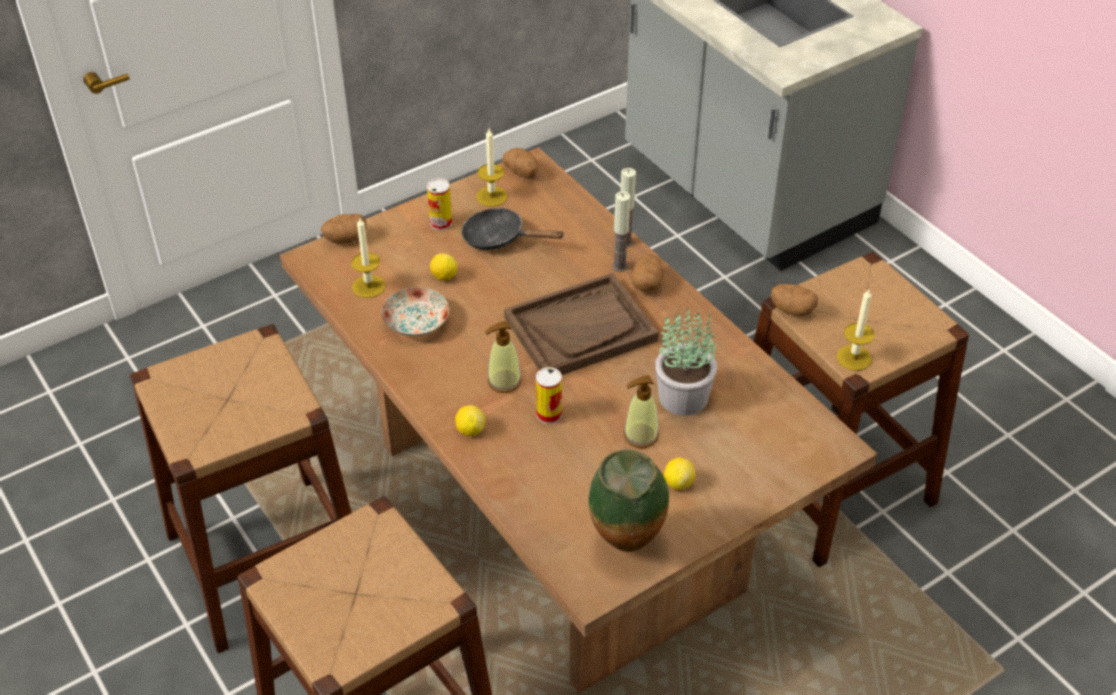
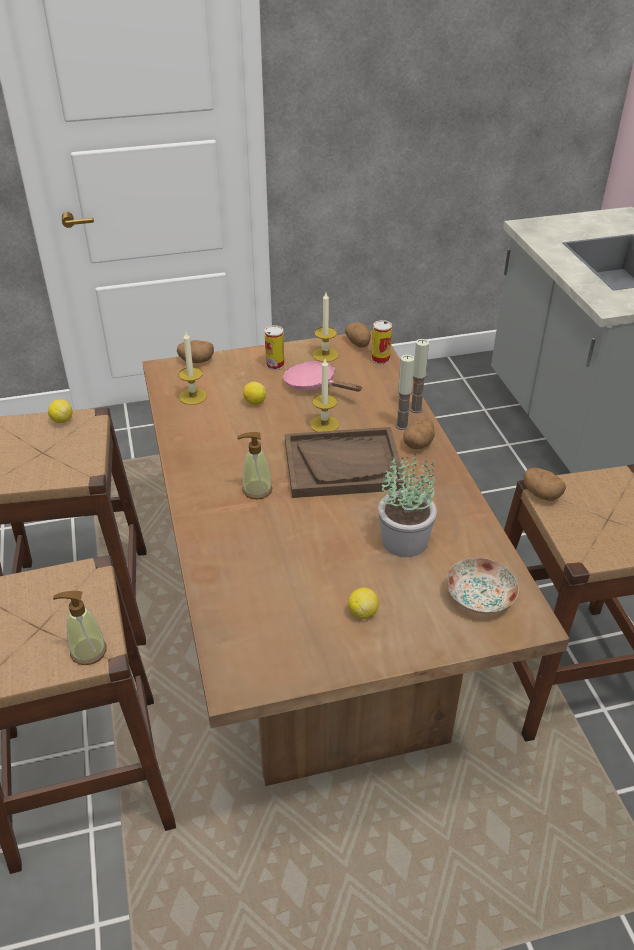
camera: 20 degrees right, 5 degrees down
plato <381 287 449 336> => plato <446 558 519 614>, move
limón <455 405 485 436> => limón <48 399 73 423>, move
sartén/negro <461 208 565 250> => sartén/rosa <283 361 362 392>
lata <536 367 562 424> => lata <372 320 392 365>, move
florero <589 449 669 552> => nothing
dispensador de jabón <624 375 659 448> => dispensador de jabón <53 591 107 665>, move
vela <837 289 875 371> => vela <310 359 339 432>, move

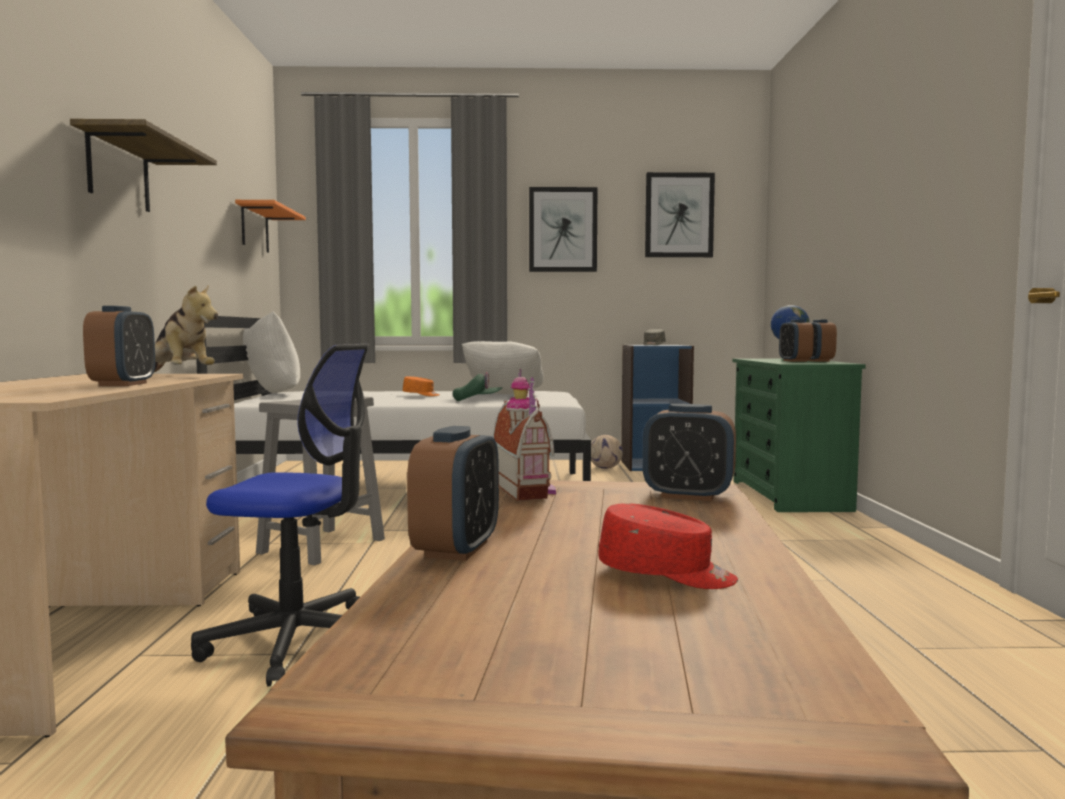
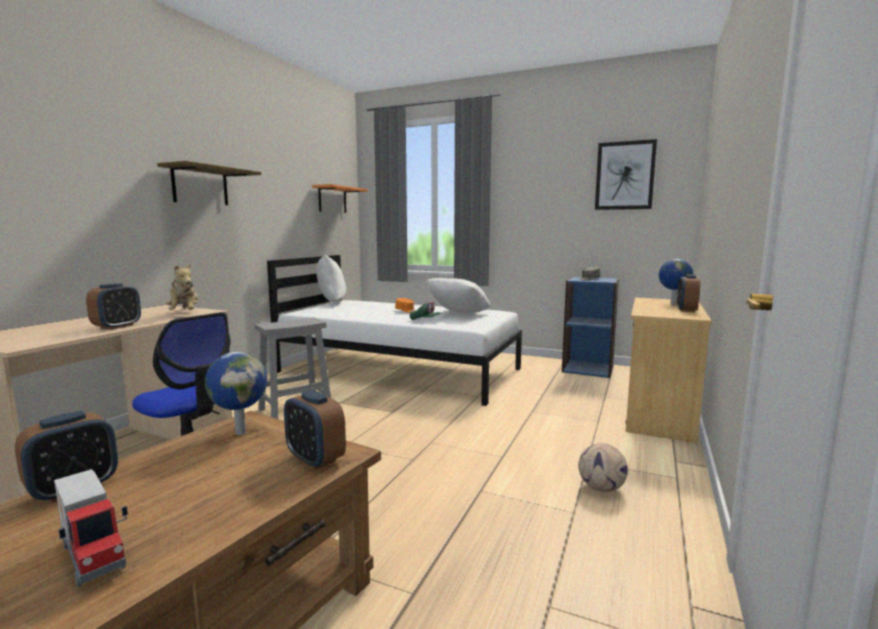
camera: 25 degrees right, 5 degrees up
casita <493 369 556 501> => globo terráqueo <205 352 267 435>
cuadro <529 187 598 272> => nothing
balón de fútbol <591 435 623 469> => balón de fútbol <579 443 628 492>, move
gorra/rojo <598 503 738 589> => camión de juguete <54 469 128 587>
cómoda/verde <732 358 866 512> => cómoda/beis <626 298 712 443>
despertador <779 320 814 362> => nothing

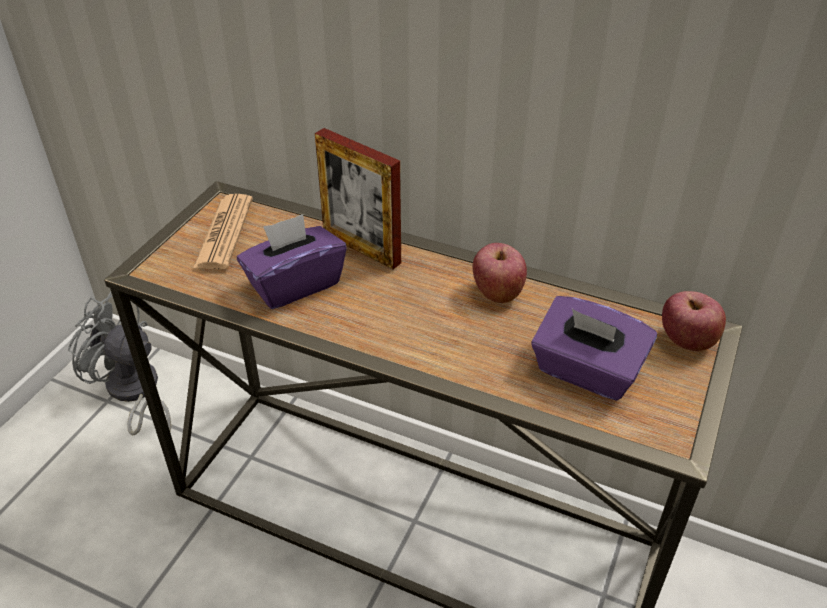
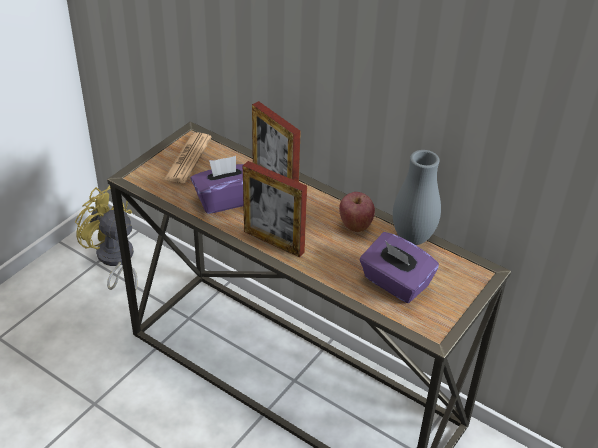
camera: 10 degrees right, 0 degrees up
ventilador/gris <68 292 171 435> => ventilador/amarillo <75 185 138 292>
manzana <662 291 726 351> => nothing
nothing => portarretratos <243 161 307 257>
nothing => florero/gris <393 150 441 245>

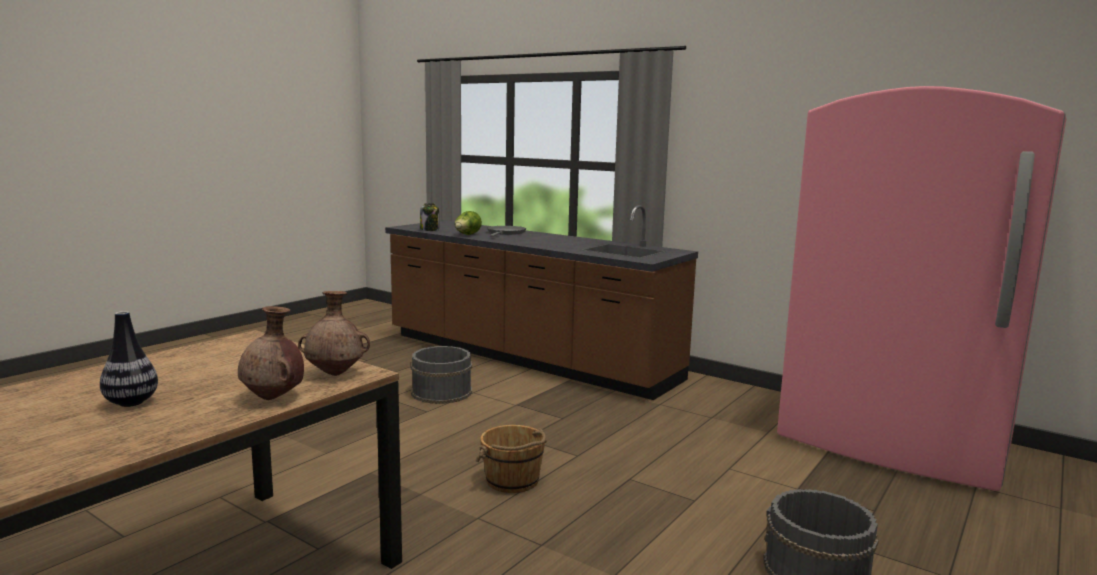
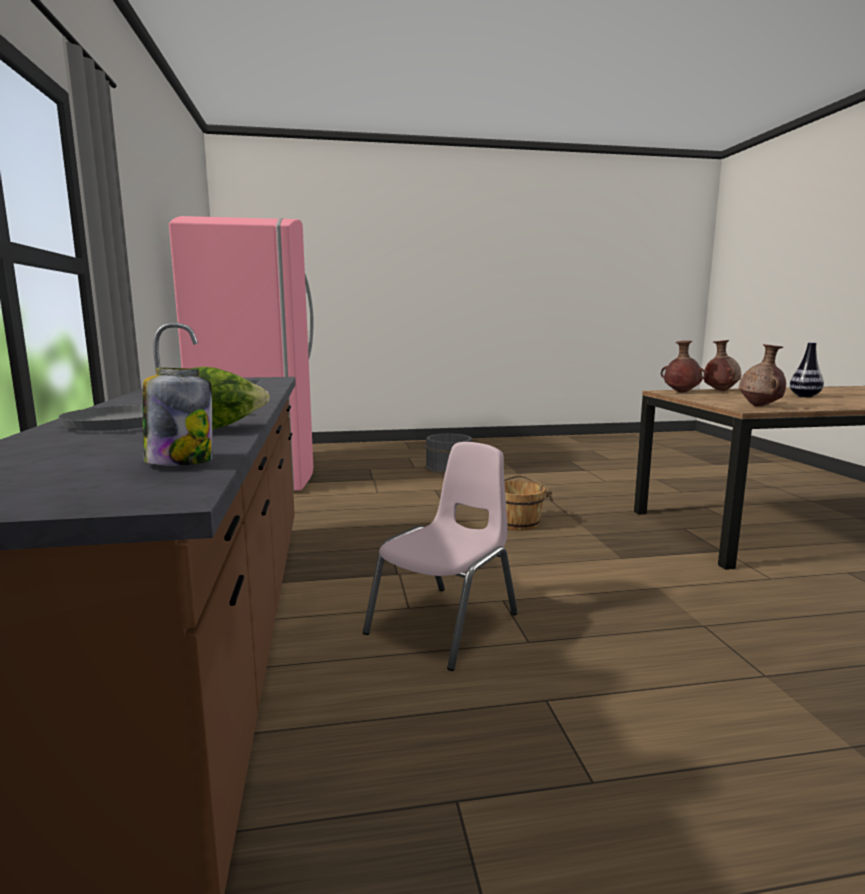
camera: 135 degrees left, 0 degrees up
cubo/gris <411 346 472 404> => silla/rosa <363 442 518 671>
nothing => florero/marrón <739 344 786 407>

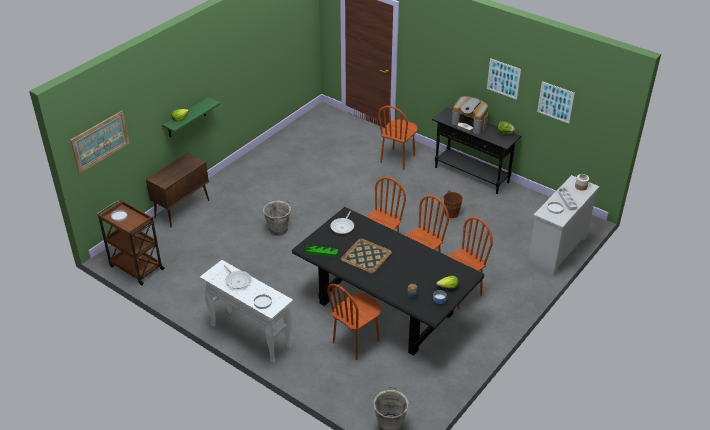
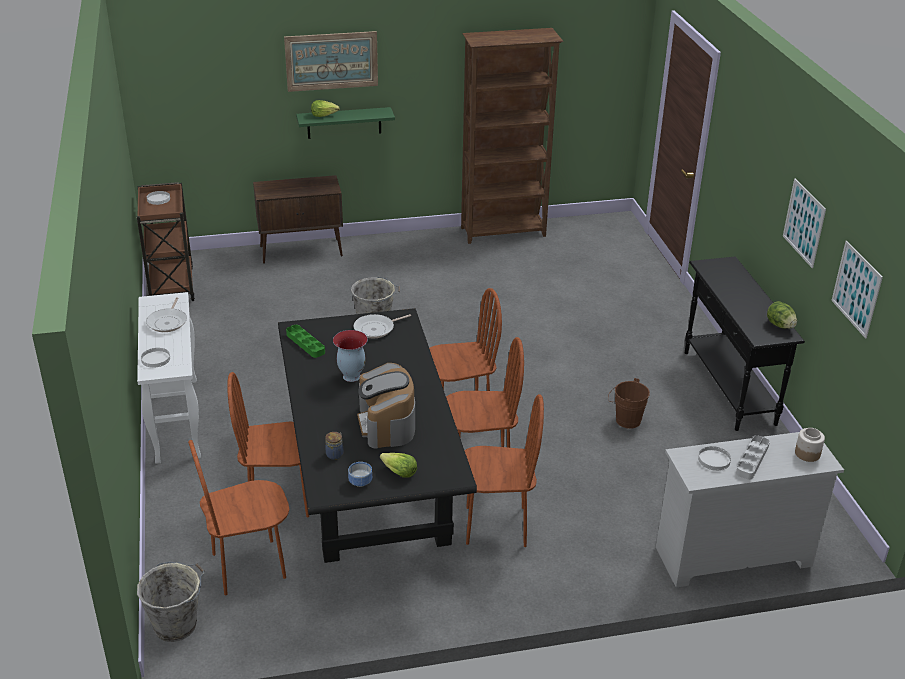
camera: 40 degrees right, 5 degrees down
cuadro <71 110 130 174> => cuadro <284 31 378 92>, move
bandeja <341 239 392 274> => florero <333 330 368 382>
silla/marrón <378 106 417 170> => silla/marrón <188 440 289 596>, move
cafetera <452 96 488 134> => cafetera <357 363 415 449>, move
nothing => estantería/marrón <461 28 564 244>

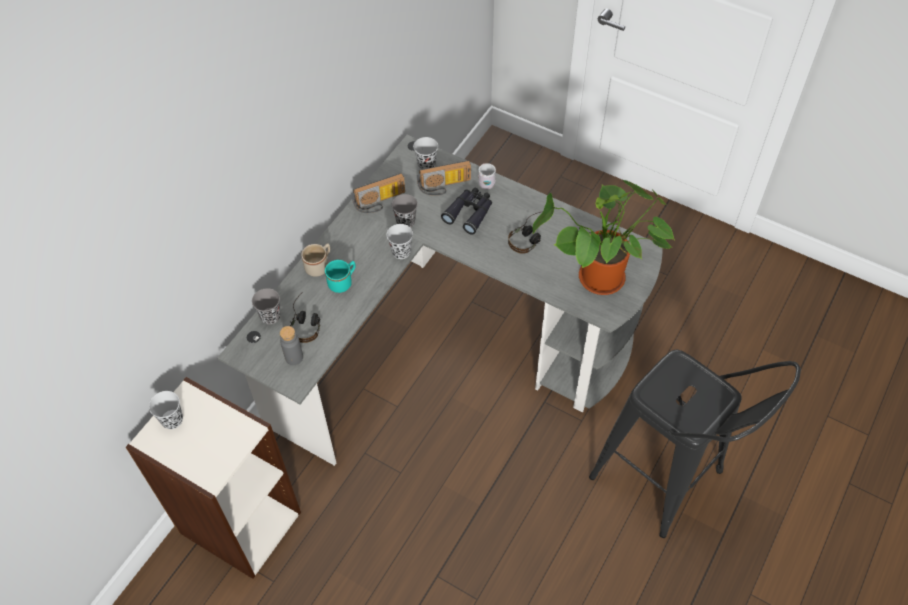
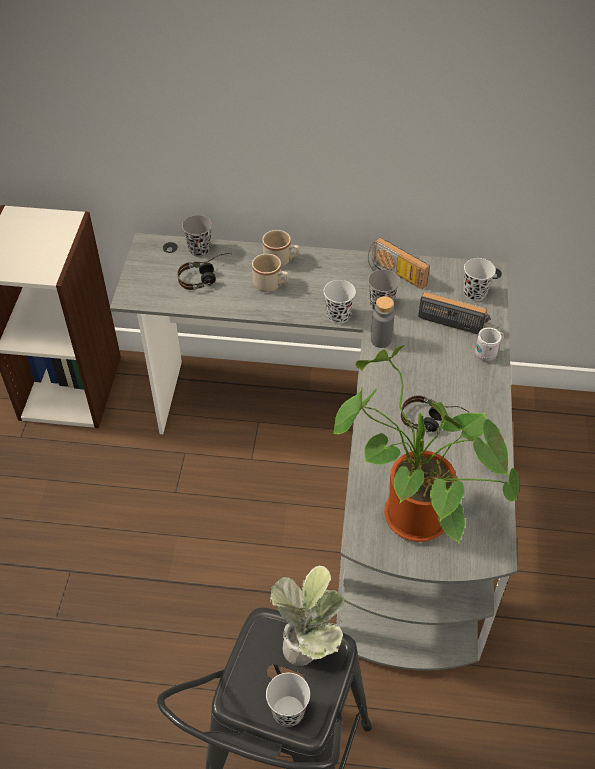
camera: 65 degrees right, 5 degrees down
taza/negro <149 391 183 429> => taza/negro <266 673 310 727>, move
botella/gris <280 326 303 365> => botella/gris <371 296 394 348>, move
taza grande/turquesa <325 260 356 293> => taza grande/beis <252 254 289 292>
radio <417 160 471 196> => radio <418 292 491 334>, 150 degrees clockwise
prismáticos/negro <441 188 492 235> => nothing
nothing => planta en maceta <270 566 345 666>

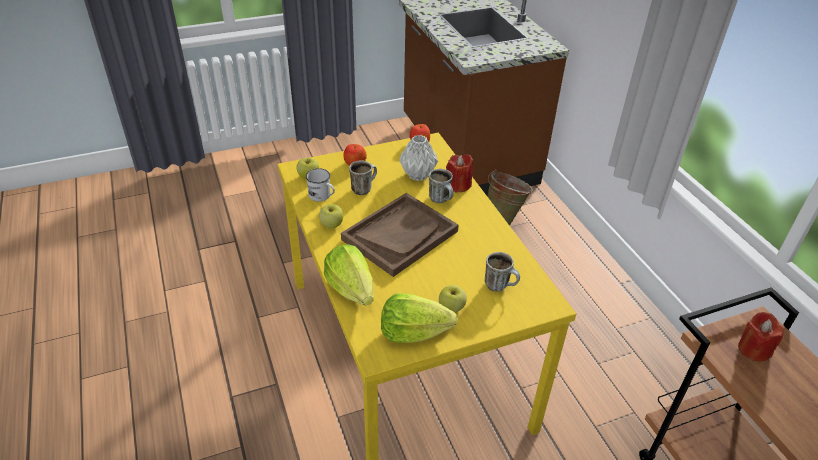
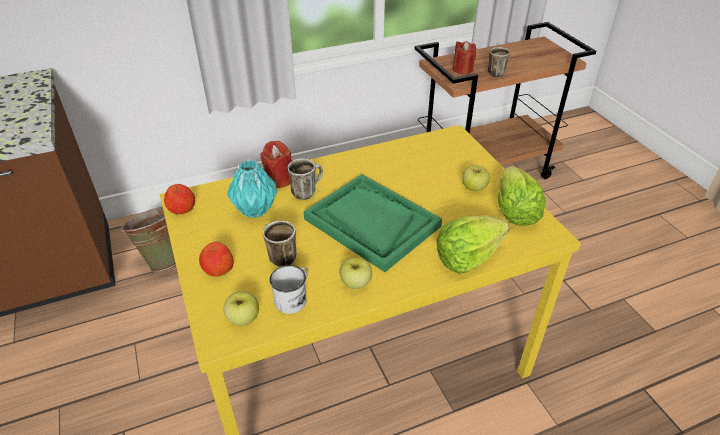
camera: 90 degrees left, 0 degrees up
bandeja/marrón <341 193 459 277> => bandeja/verde <304 174 442 272>
florero/gris <399 135 438 181> => florero/turquesa <227 160 277 218>
taza grande <485 252 520 292> => taza grande <488 47 510 77>, move

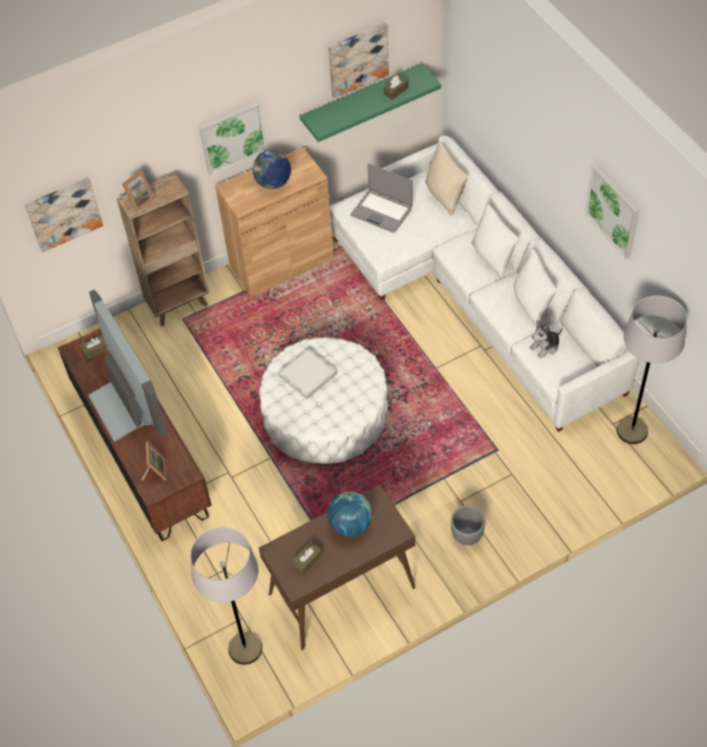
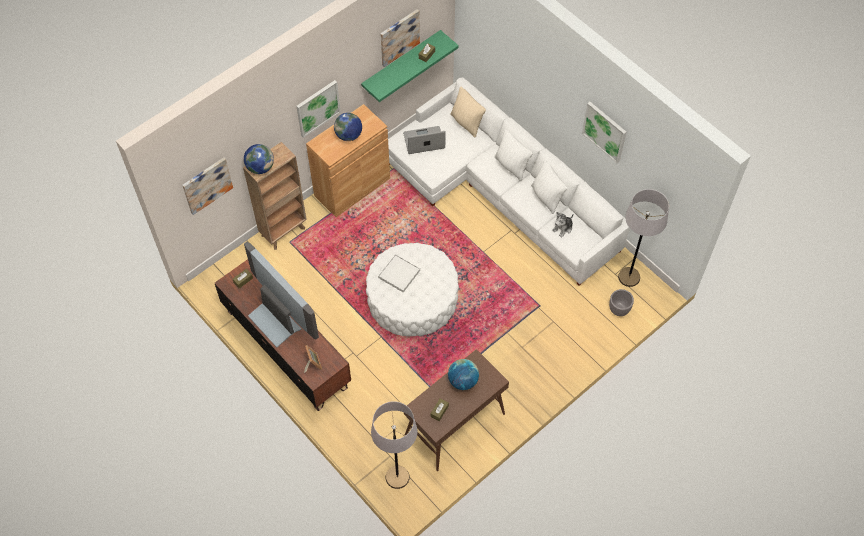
camera: 15 degrees left, 5 degrees up
portarretratos <122 170 155 212> => globo terráqueo <244 144 274 174>
portátil <351 164 413 233> => portátil <403 126 446 154>, 150 degrees clockwise
maceta/gris <451 506 485 545> => maceta/gris <609 289 634 316>, move

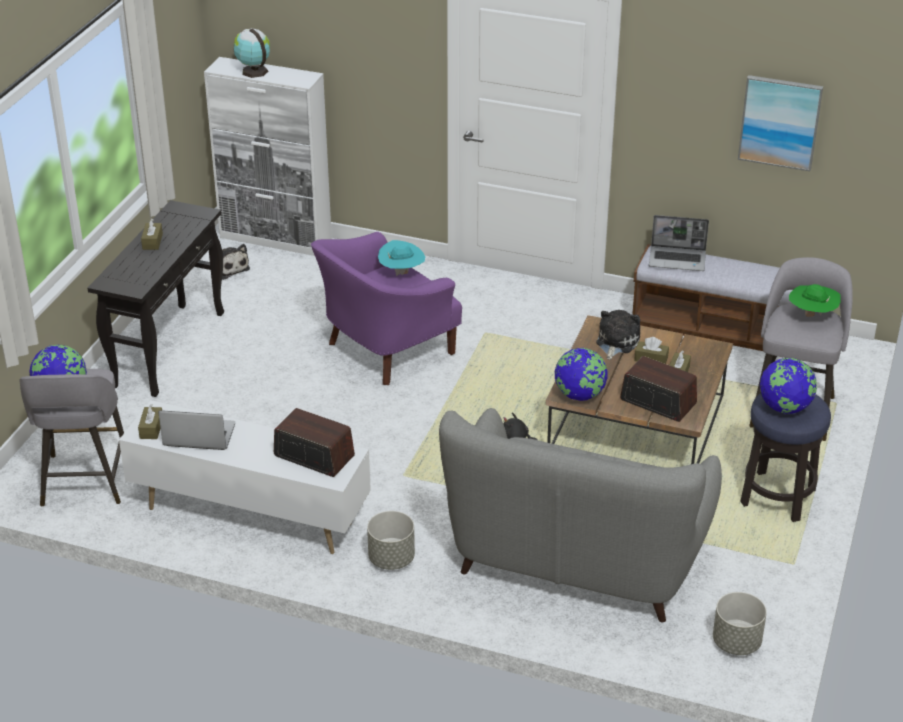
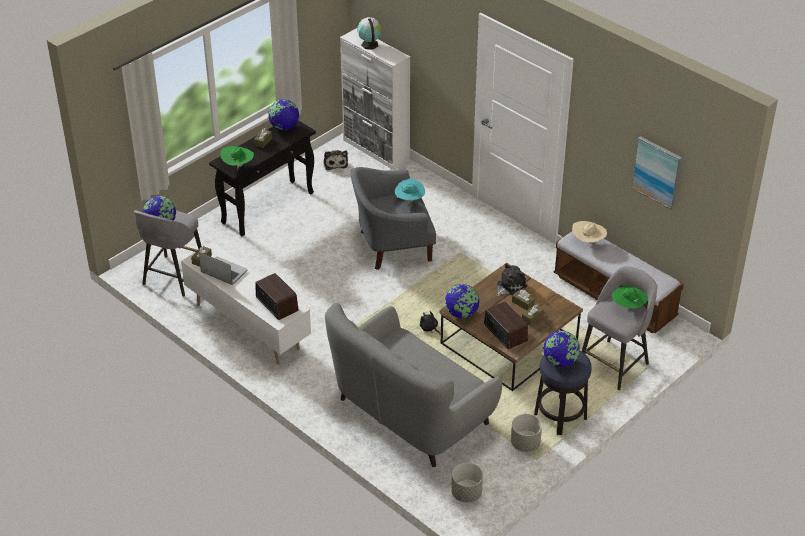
camera: 25 degrees right, 5 degrees up
sillón/morado <311 232 462 385> => sillón/gris <350 167 436 270>
maceta/gris <367 511 415 570> => maceta/gris <511 414 542 452>, move
portátil <649 215 709 271> => sombrero/beis <572 221 607 245>
nothing => sombrero/verde <220 146 254 169>
nothing => globo terráqueo <268 99 299 130>

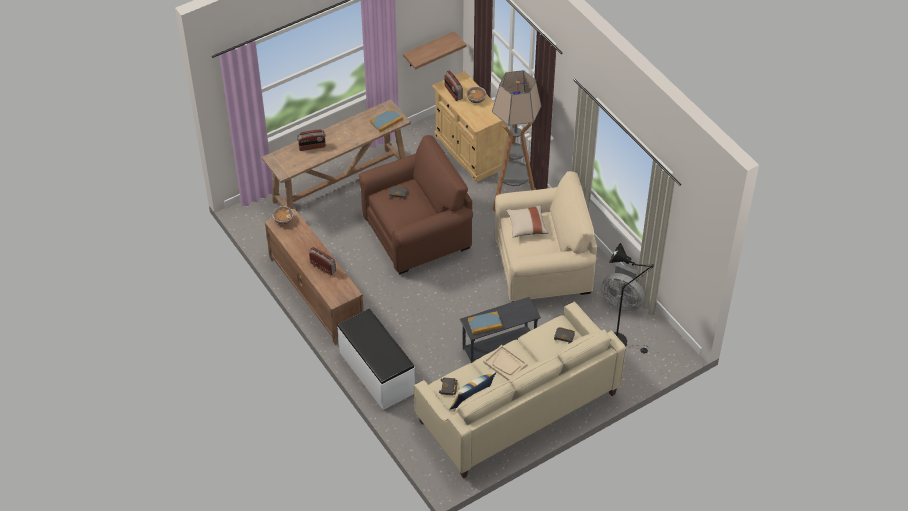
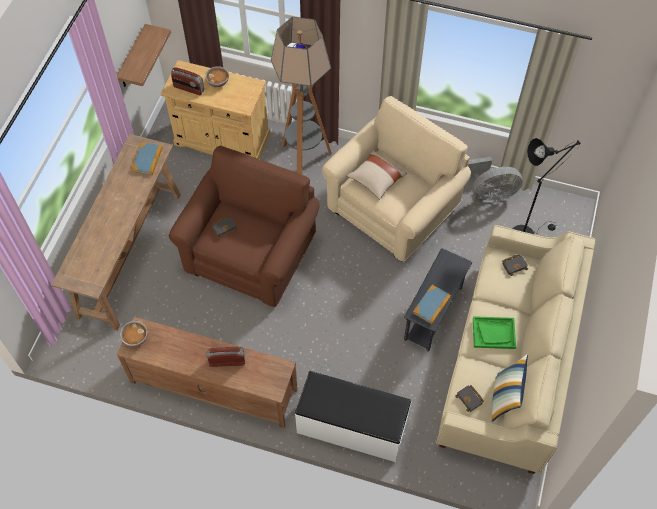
camera: 40 degrees left, 10 degrees up
radio <297 129 326 151> => nothing
bandeja/beis <483 345 528 381> => bandeja/verde <473 316 516 349>

